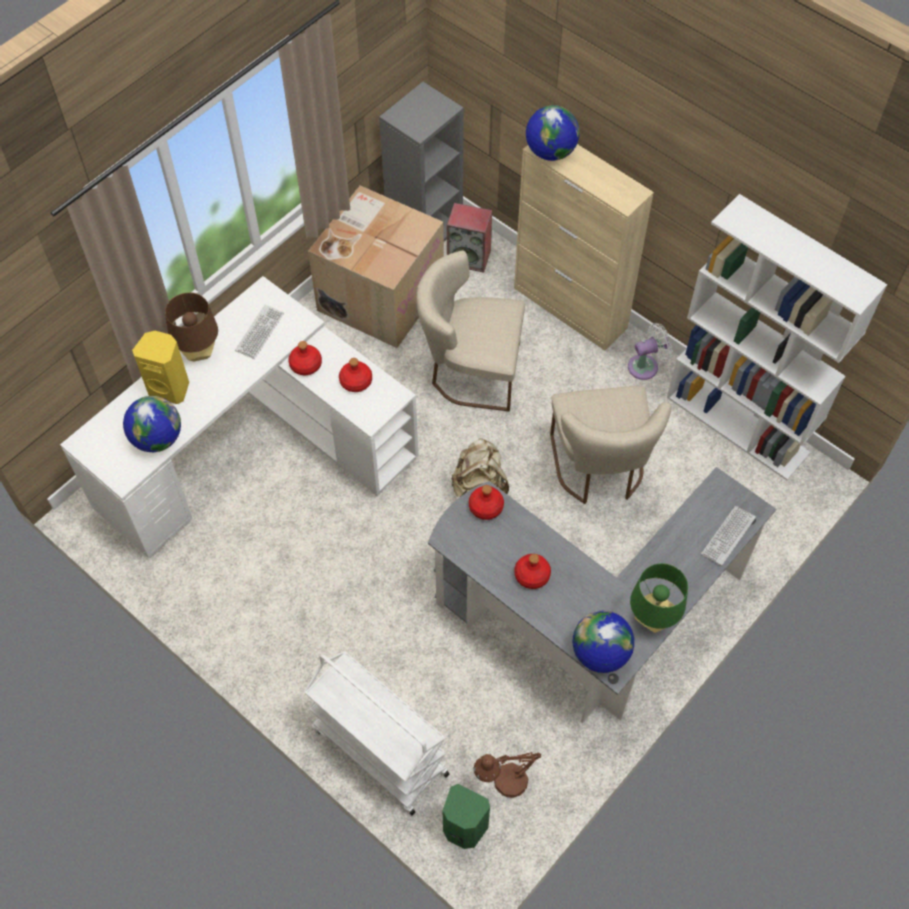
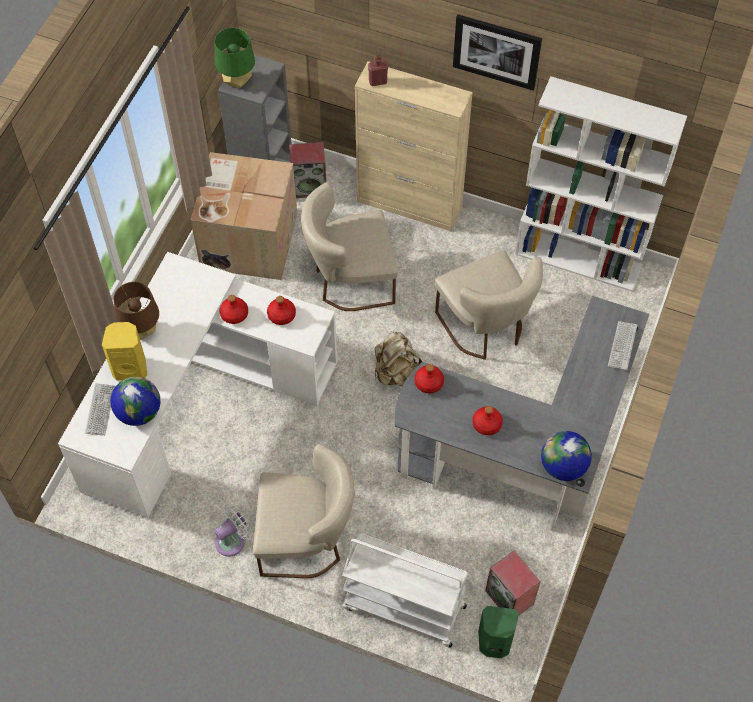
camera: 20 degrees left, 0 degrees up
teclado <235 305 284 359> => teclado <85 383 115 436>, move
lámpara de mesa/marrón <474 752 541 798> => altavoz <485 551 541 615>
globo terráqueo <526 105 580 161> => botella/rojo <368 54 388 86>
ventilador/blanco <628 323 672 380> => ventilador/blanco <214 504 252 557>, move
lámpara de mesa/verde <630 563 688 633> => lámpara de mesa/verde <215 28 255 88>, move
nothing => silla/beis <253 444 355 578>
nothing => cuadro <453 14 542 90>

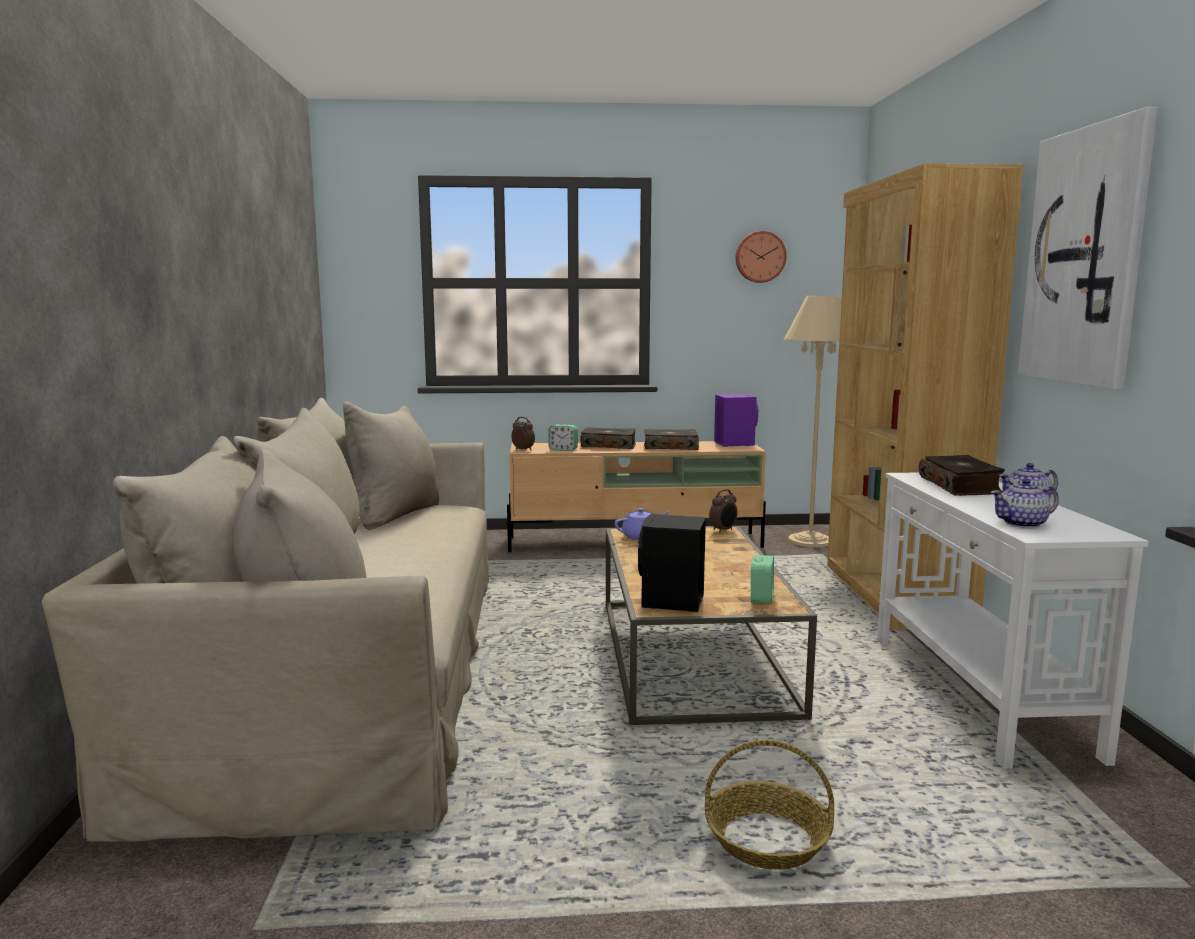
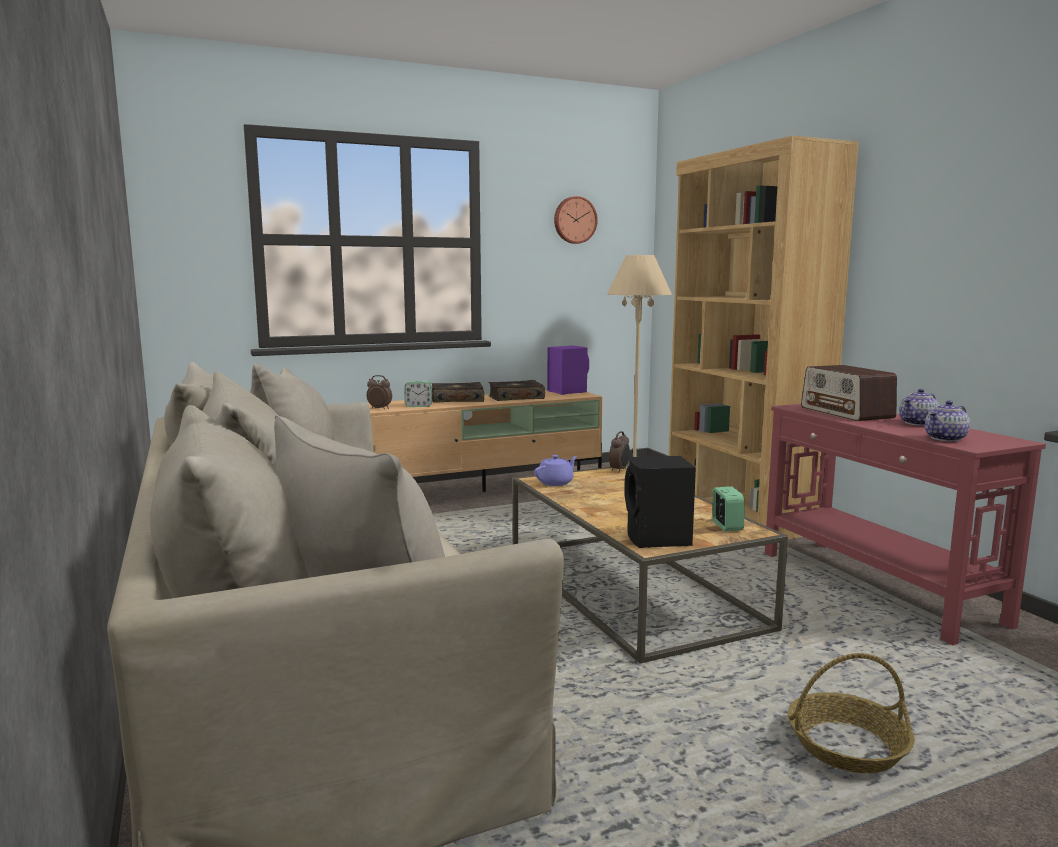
camera: 20 degrees left, 0 degrees up
mesa consola/blanco <877 472 1148 769> => mesa consola/rojo <765 404 1046 645>
libro <919 455 1005 496> => radio <801 365 897 421>
cuadro <1018 107 1158 390> => nothing

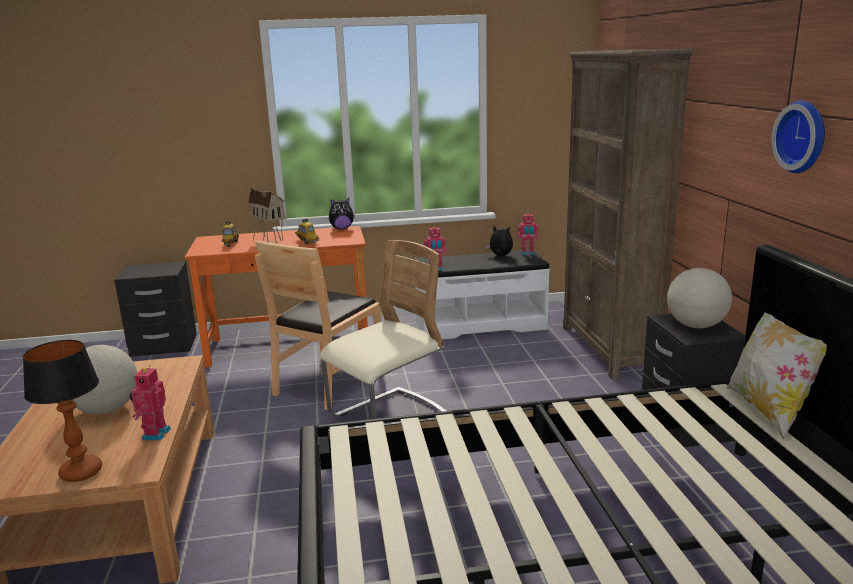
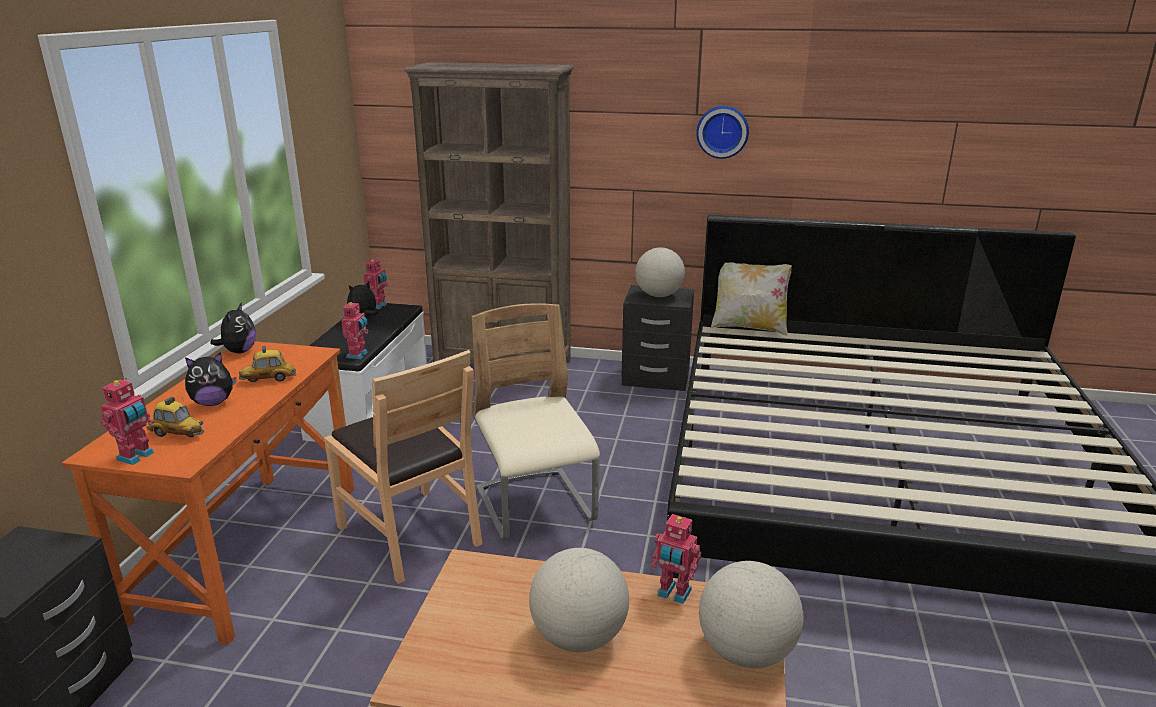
camera: 70 degrees left, 5 degrees up
lámpara de mesa <23 340 102 482> => globo terráqueo <699 561 804 668>
casita <248 187 286 244> => peluche <185 352 236 406>
nothing => robot de juguete <101 377 154 465>

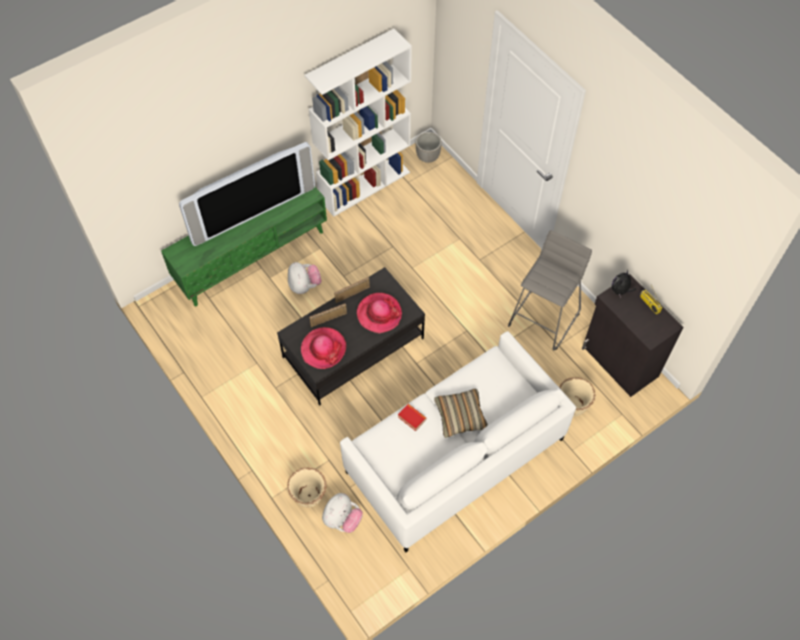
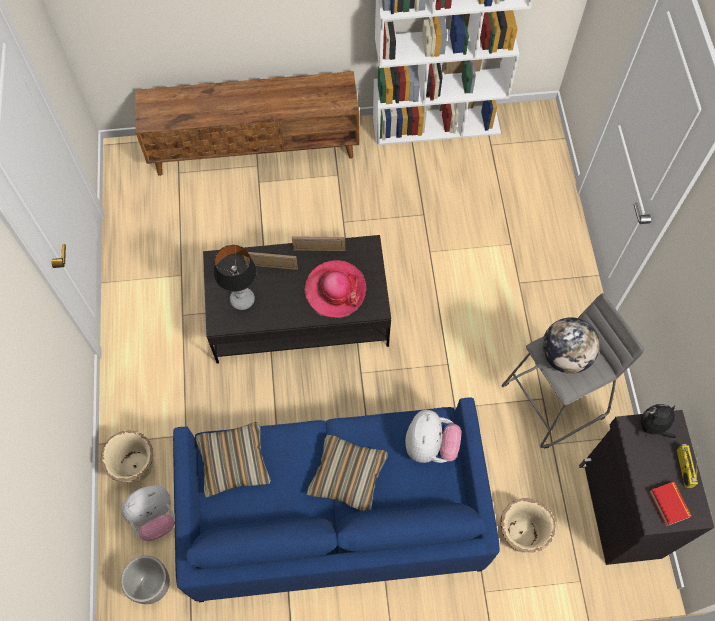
camera: 30 degrees right, 5 degrees up
mueble de televisión/verde <161 187 327 306> => mueble de televisión/marrón <135 71 359 176>
televisor <179 142 315 246> => nothing
peluche <288 262 322 294> => peluche <405 410 461 463>, move
sombrero <301 327 347 369> => lámpara de mesa <214 245 257 310>
sofá/blanco <340 331 576 552> => sofá/azul <173 398 500 602>
libro <398 404 426 431> => libro <649 482 691 526>, move
maceta <415 132 442 163> => maceta <121 556 170 604>, move
nothing => cojín <196 422 271 498>
nothing => globo terráqueo <542 317 600 374>

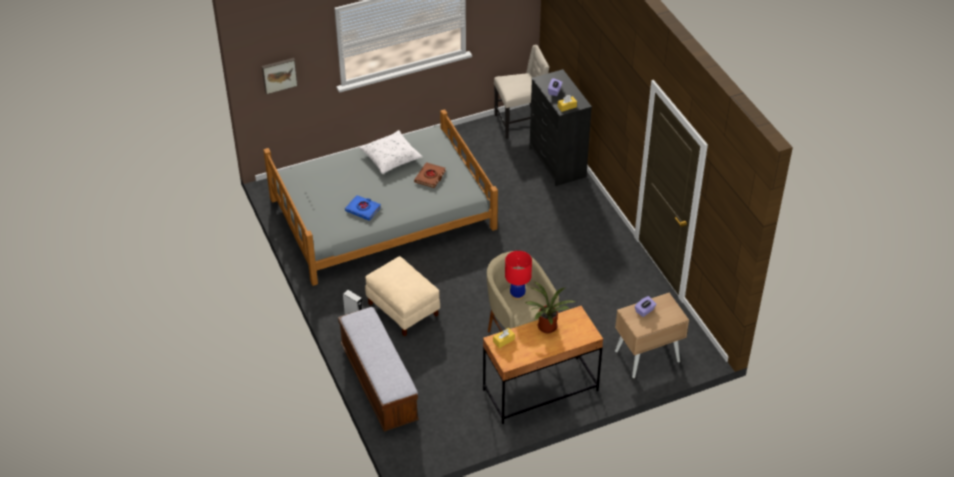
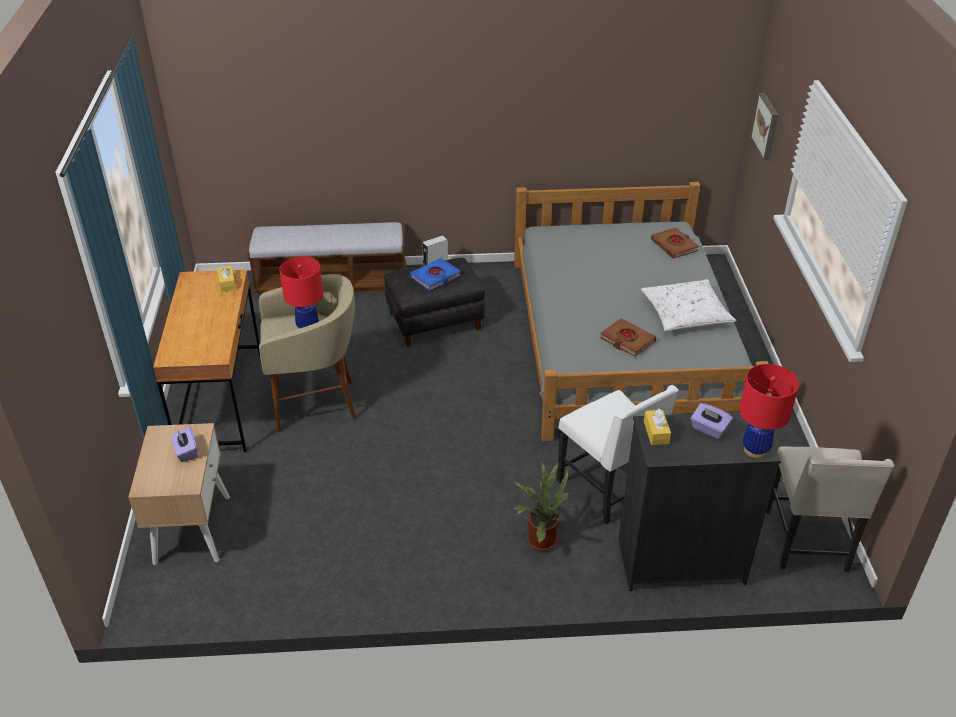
camera: 110 degrees right, 5 degrees down
libro/azul <345 195 381 221> => libro/azul <410 258 461 291>, move
puf/beis <365 256 440 336> => puf/negro <384 258 485 347>
planta en maceta <526 282 576 333> => planta en maceta <513 461 569 551>, move
nothing => silla/blanco <557 385 678 524>
nothing => libro/marrón <651 228 699 259>
nothing => lámpara de mesa/rojo <739 364 799 458>

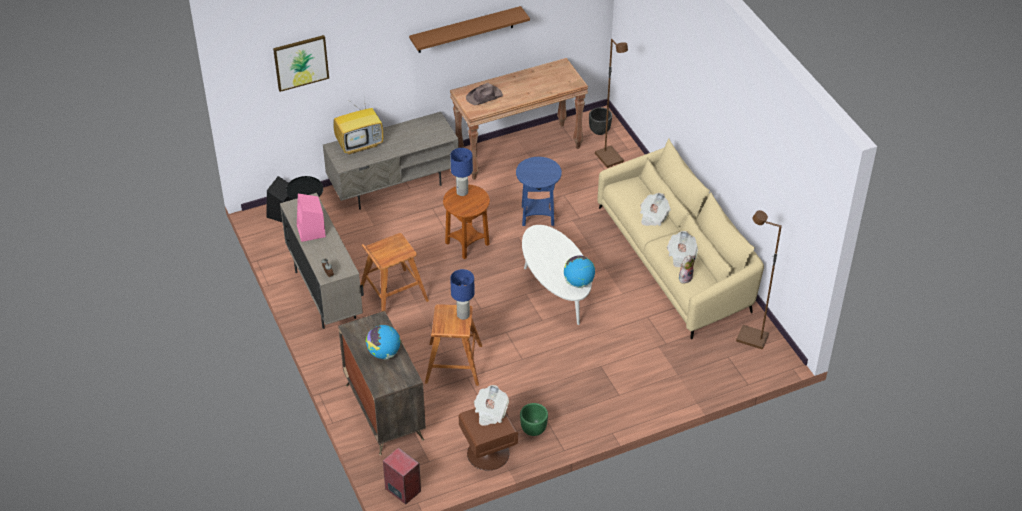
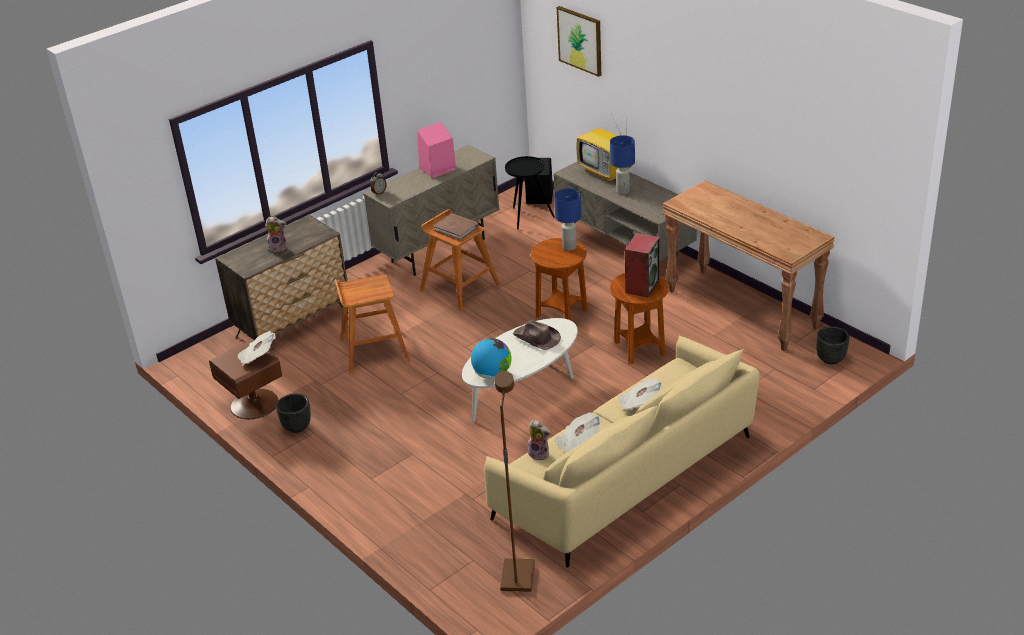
camera: 75 degrees right, 10 degrees down
globo terráqueo <366 325 400 360> => peluche <265 217 287 253>
altavoz <383 448 421 505> => altavoz <625 233 660 298>, move
estante/marrón <409 6 530 53> => nothing
lámpara de mesa/azul <450 269 475 320> => lámpara de mesa/azul <610 135 635 194>, move
sombrero/marrón <466 83 503 105> => sombrero/marrón <513 320 561 350>, move
mesa auxiliar/azul <516 157 562 226> => mesa auxiliar/marrón <610 273 669 364>
maceta/verde <520 403 548 436> => maceta/negro <276 394 311 433>
lámpara de pie/marrón <595 39 628 168> => nothing
nothing => libro/marrón <433 213 479 241>

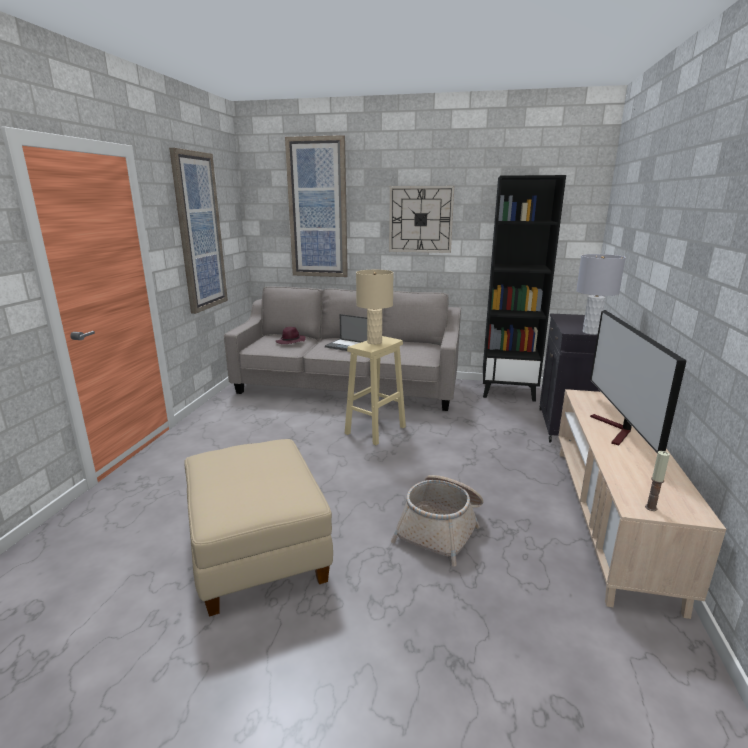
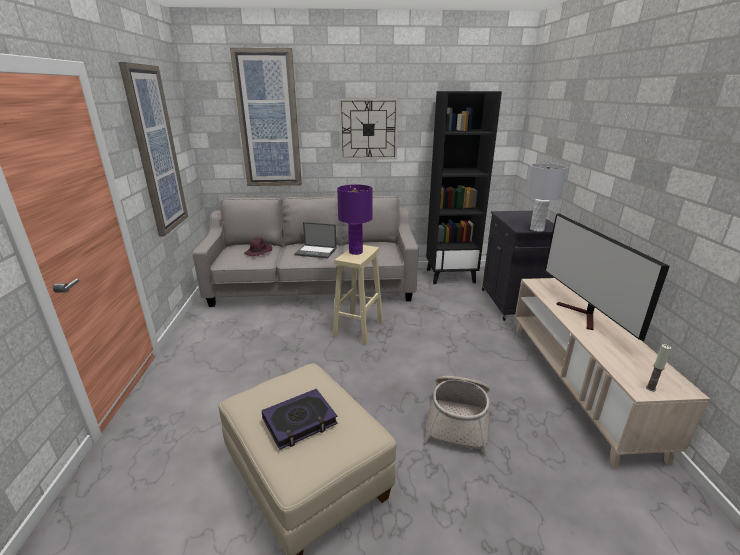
camera: 15 degrees left, 5 degrees up
lámpara de mesa/beis <356 270 394 344> => lámpara de mesa/morado <337 184 373 255>
nothing => libro <262 389 338 450>

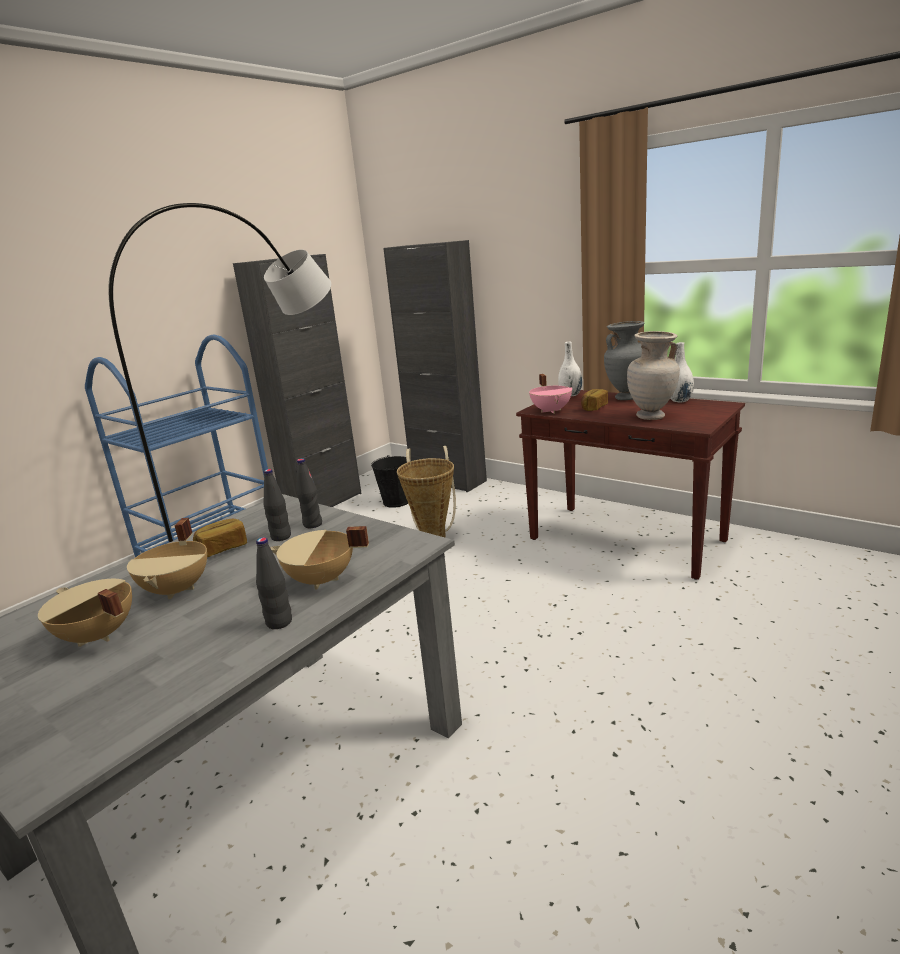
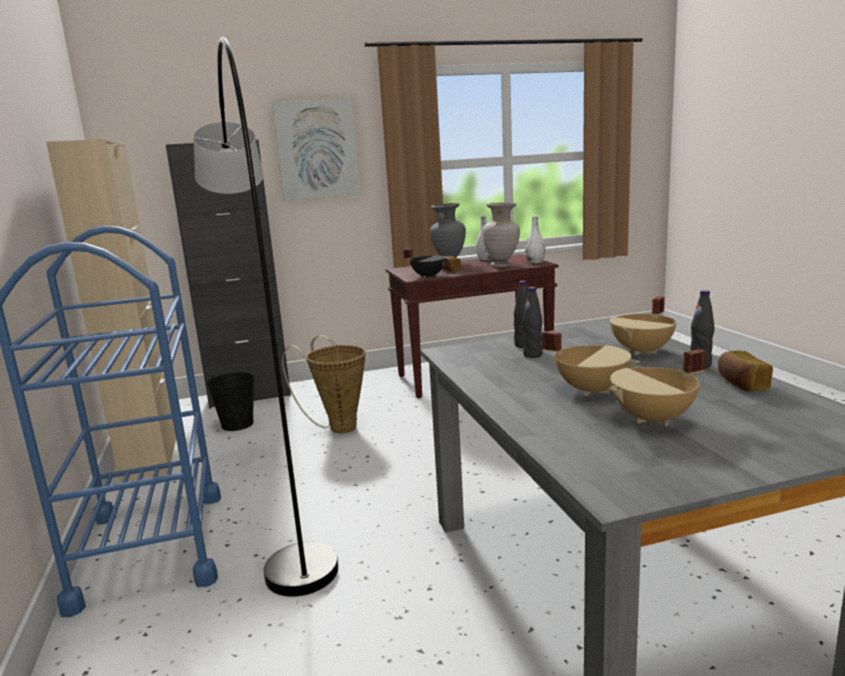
camera: 55 degrees left, 5 degrees down
pan <193 519 247 557> => pan <718 350 773 392>, move
armario/negro <233 254 362 507> => armario/beis <46 139 176 483>
olla/rosa <529 374 572 414> => olla/negro <403 249 449 278>
florero/blanco <558 342 582 396> => florero/blanco <525 216 546 263>, move
nothing => cuadro <272 99 361 201>

